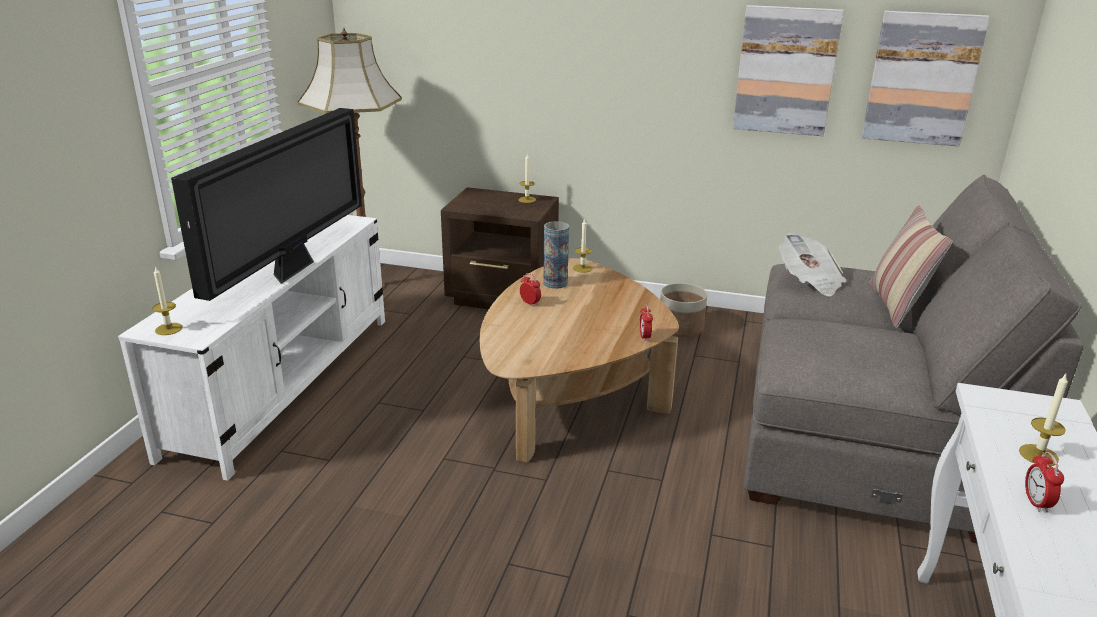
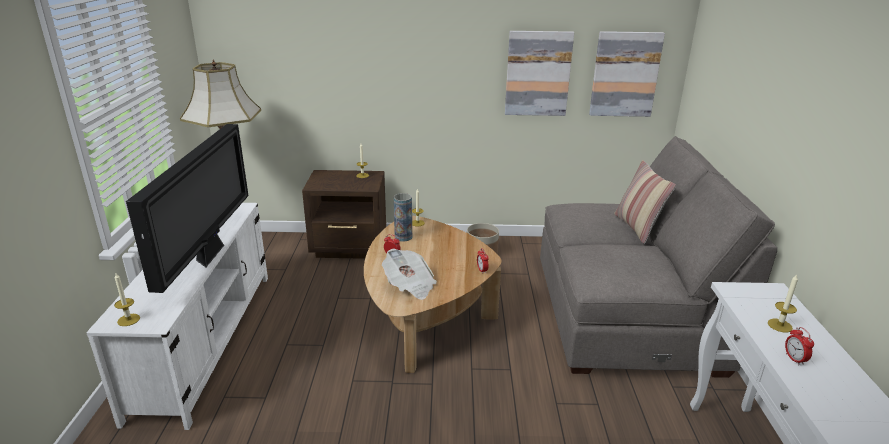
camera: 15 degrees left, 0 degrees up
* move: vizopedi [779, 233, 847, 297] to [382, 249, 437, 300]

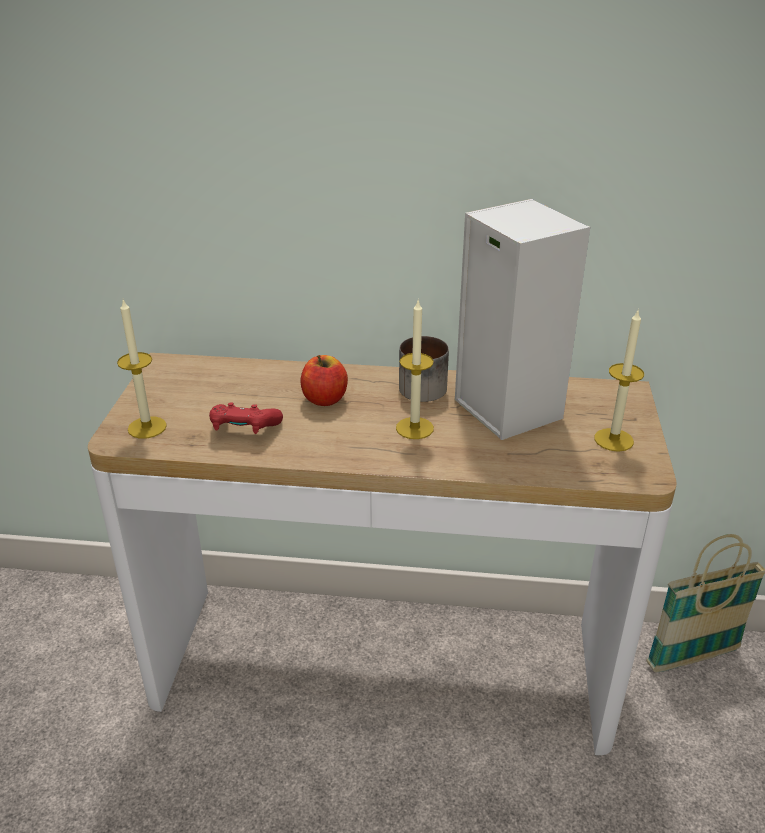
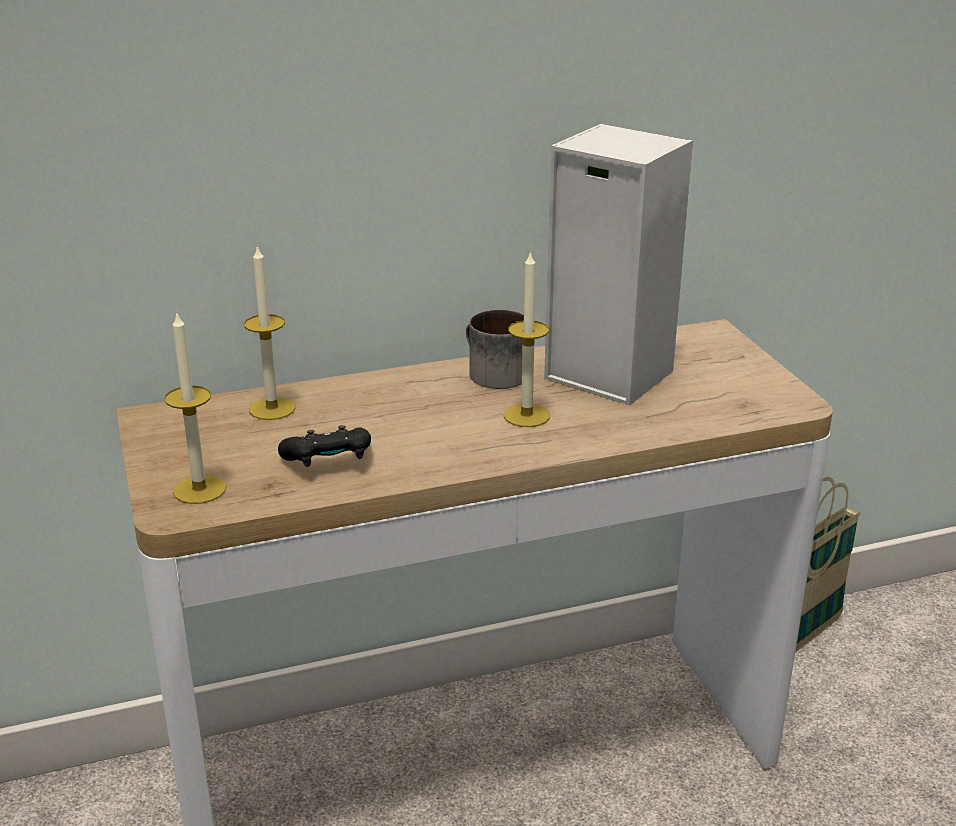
camera: 25 degrees left, 5 degrees down
* move: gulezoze [594, 311, 644, 452] to [244, 245, 296, 420]
* delete: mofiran [300, 355, 348, 406]
* recolor: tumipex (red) [209, 402, 283, 434] to tumipex (black) [278, 425, 371, 467]

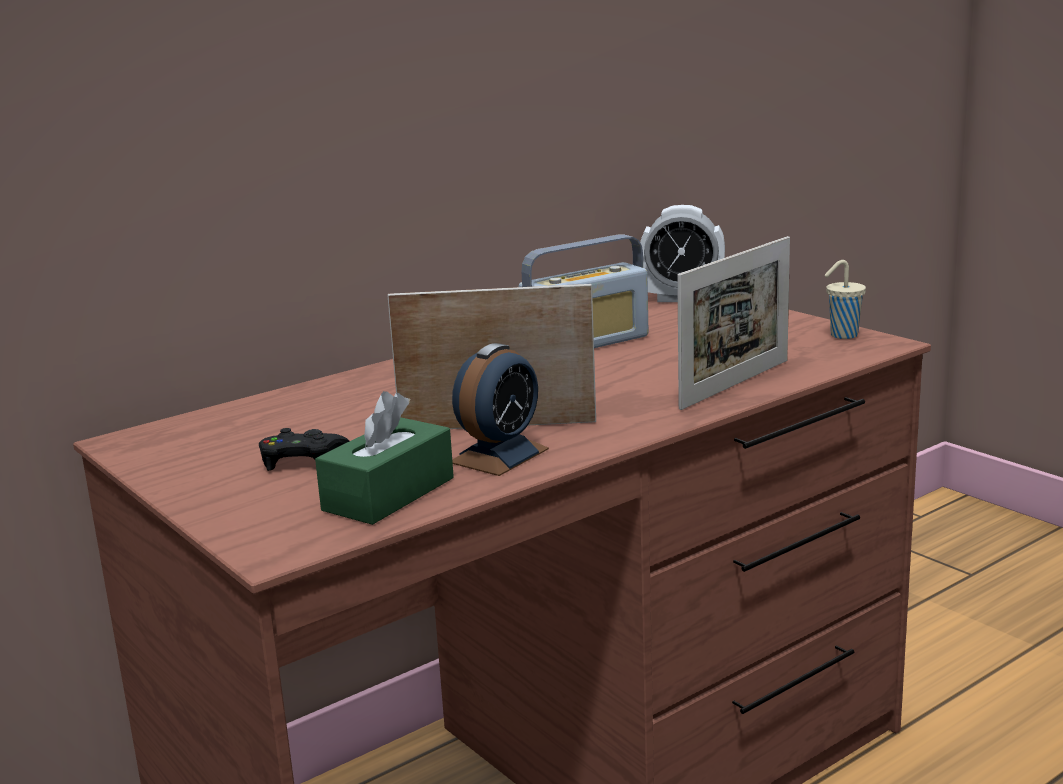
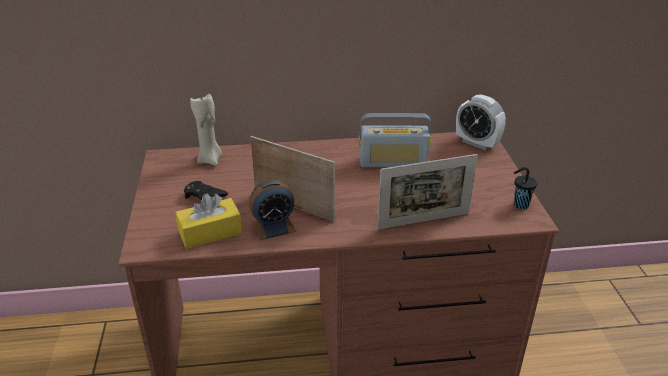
camera: 30 degrees right, 15 degrees up
* recolor: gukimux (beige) [824, 260, 866, 339] to gukimux (black) [514, 167, 537, 209]
* recolor: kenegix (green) [315, 391, 454, 525] to kenegix (yellow) [175, 193, 242, 249]
* insert: gulezoze (beige) [190, 94, 222, 166]

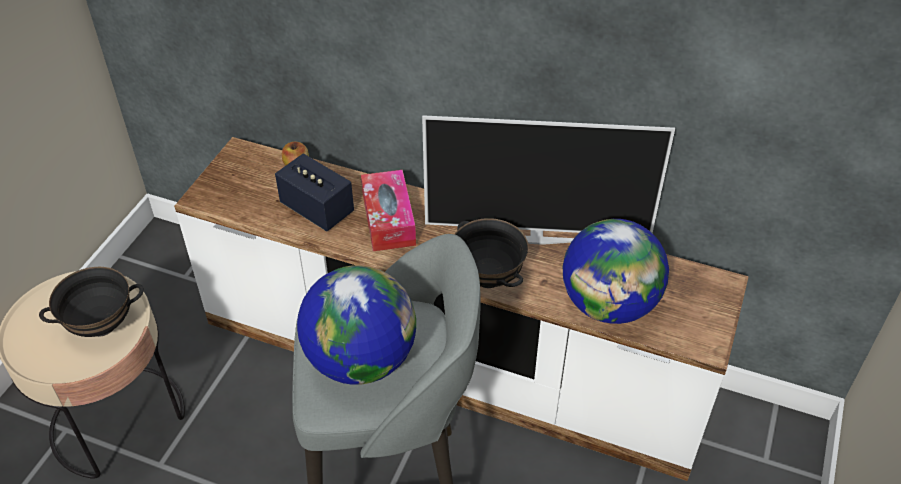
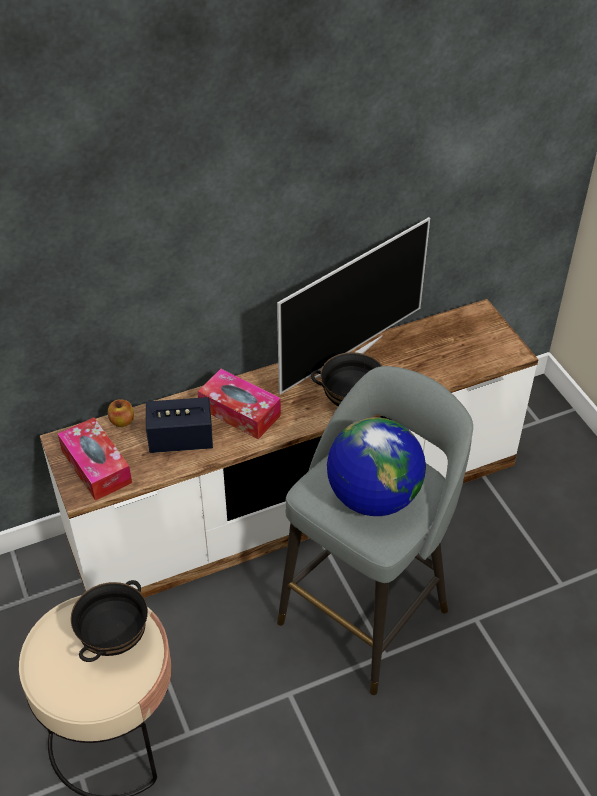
camera: 45 degrees left, 0 degrees up
* delete: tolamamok [563, 219, 669, 324]
* insert: kenegix [58, 417, 132, 501]

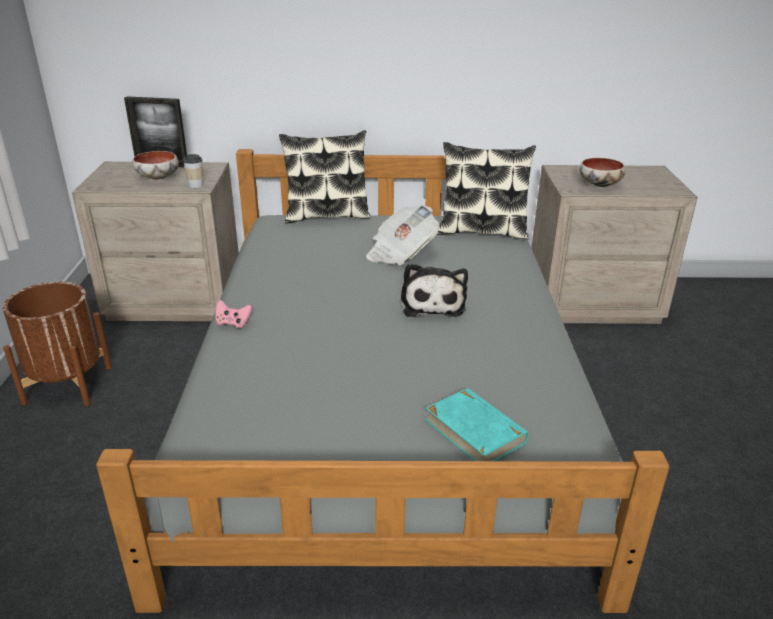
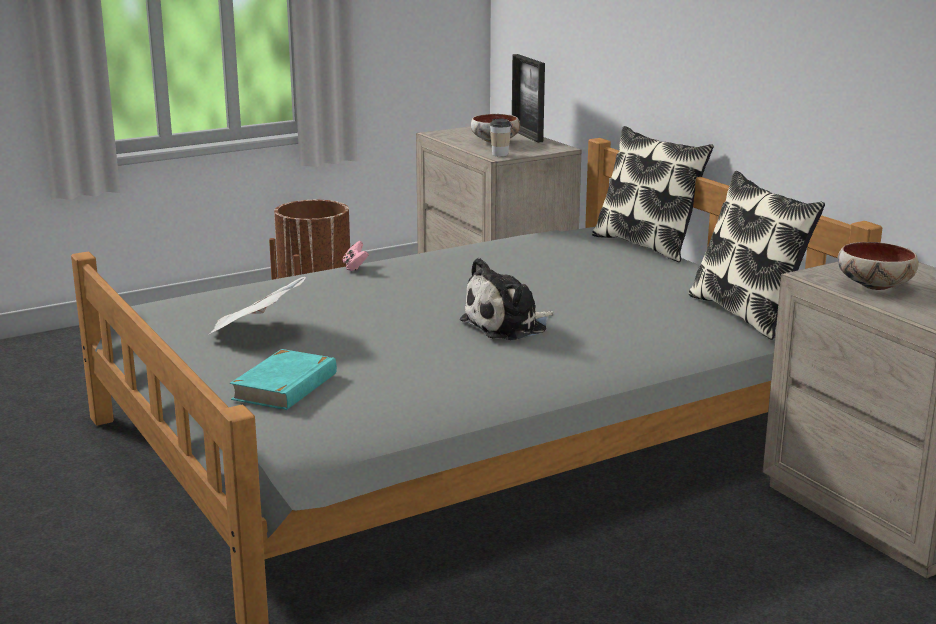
camera: 60 degrees right, 10 degrees down
* move: vizopedi [366, 205, 439, 265] to [211, 277, 306, 333]

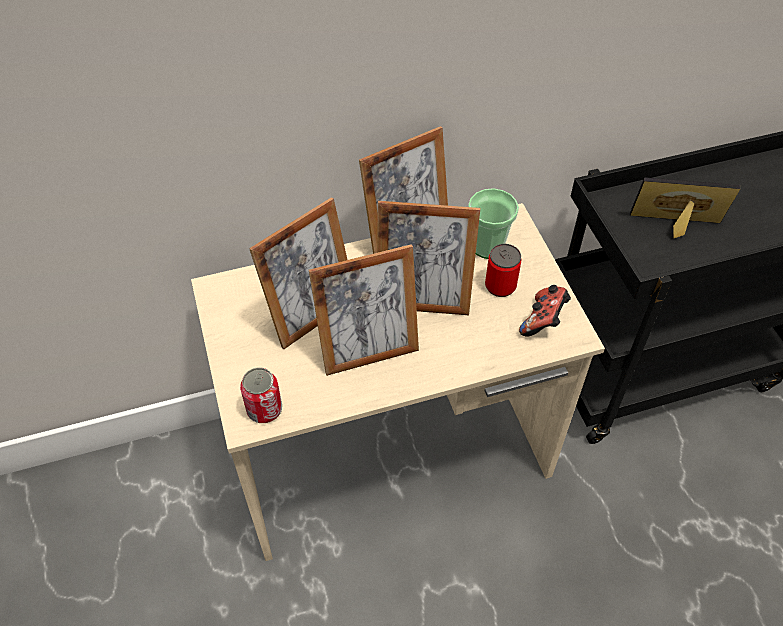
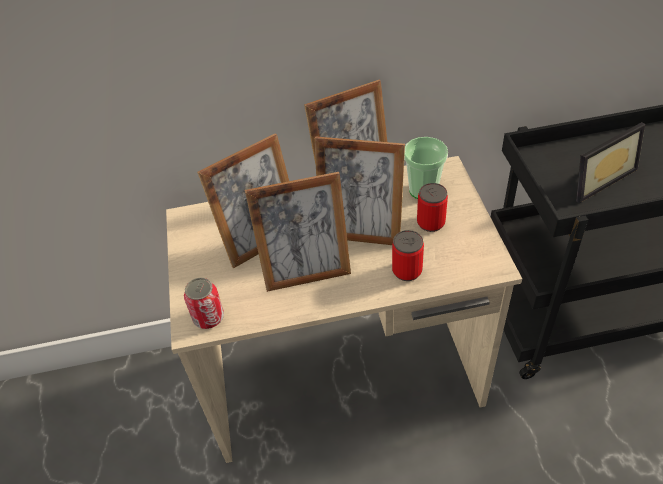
camera: 10 degrees right, 5 degrees down
* rotate: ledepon [630, 177, 740, 238] = [576, 122, 645, 203] 135 degrees clockwise
* delete: tumipex [519, 285, 571, 337]
* insert: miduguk [392, 230, 424, 281]

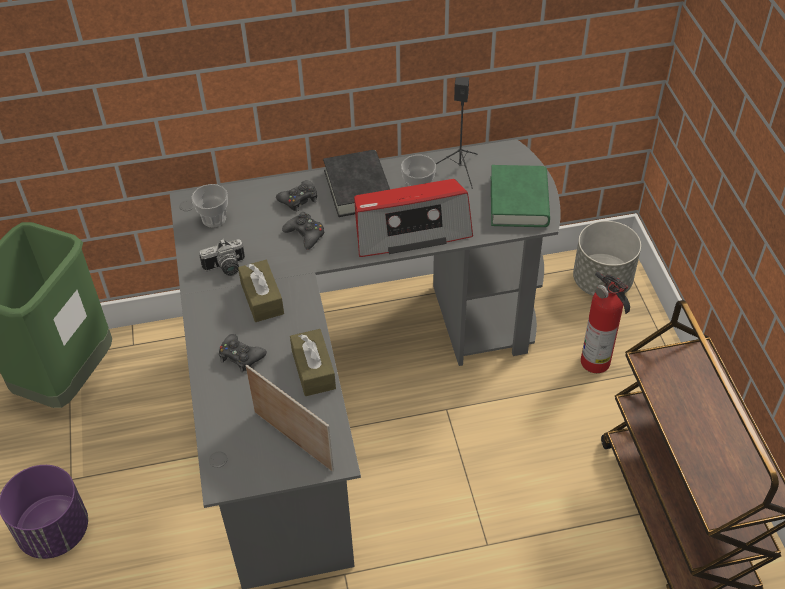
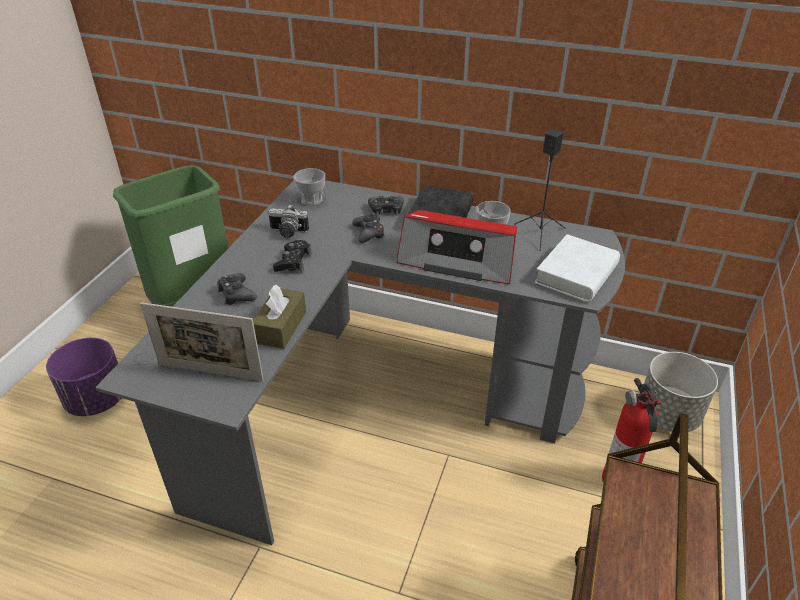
camera: 30 degrees right, 10 degrees down
* recolor: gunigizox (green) [491, 165, 550, 227] to gunigizox (white) [535, 234, 620, 302]
* replace: kenegix (brown) [238, 260, 284, 322] to tumipex (black) [273, 240, 312, 272]
* rotate: ledepon [246, 365, 334, 472] = [140, 302, 264, 381] 120 degrees clockwise

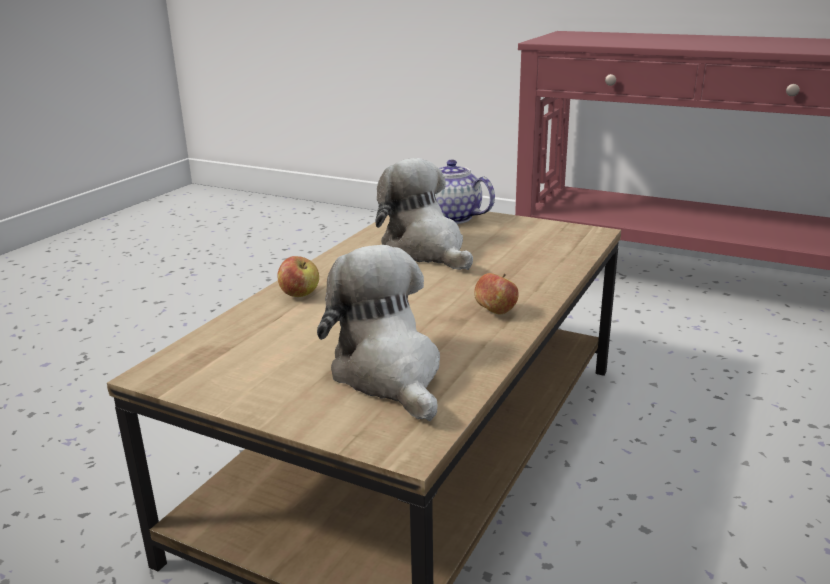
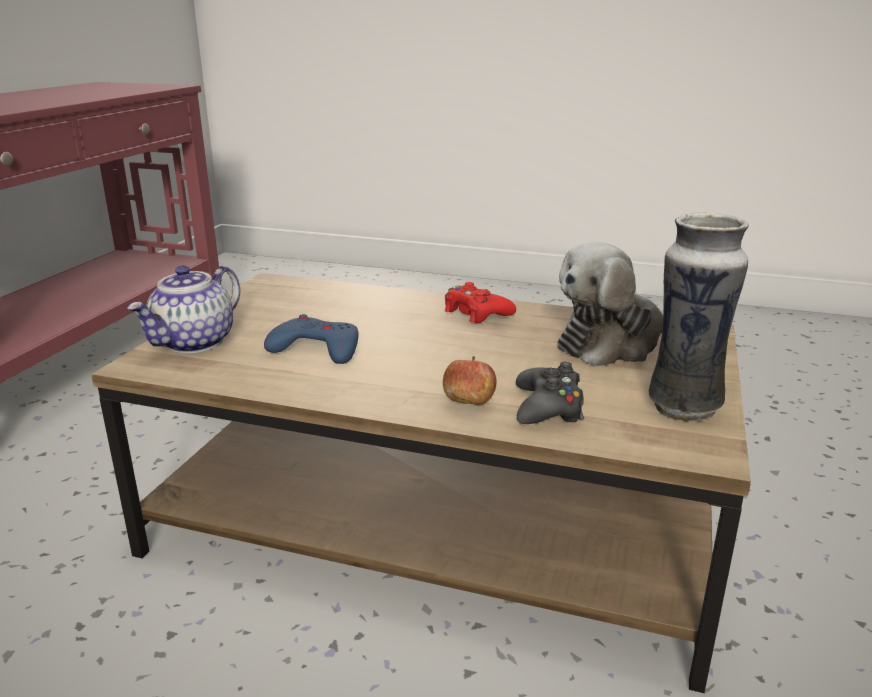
camera: 100 degrees left, 0 degrees up
* replace: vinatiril [375, 158, 473, 270] to tumipex (blue) [264, 314, 359, 364]
* replace: mofiran [474, 273, 519, 314] to tumipex (red) [445, 282, 516, 324]
* insert: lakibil [649, 212, 749, 422]
* insert: tumipex (black) [516, 362, 584, 424]

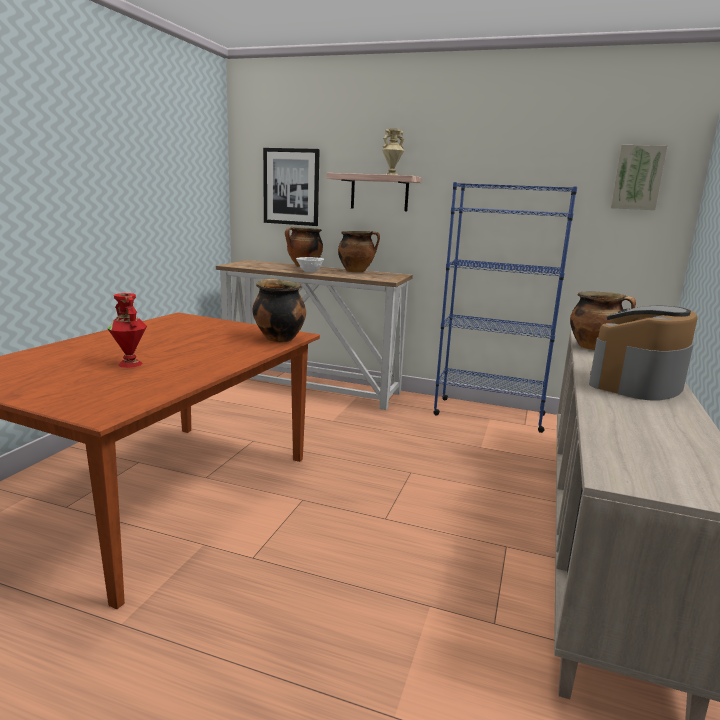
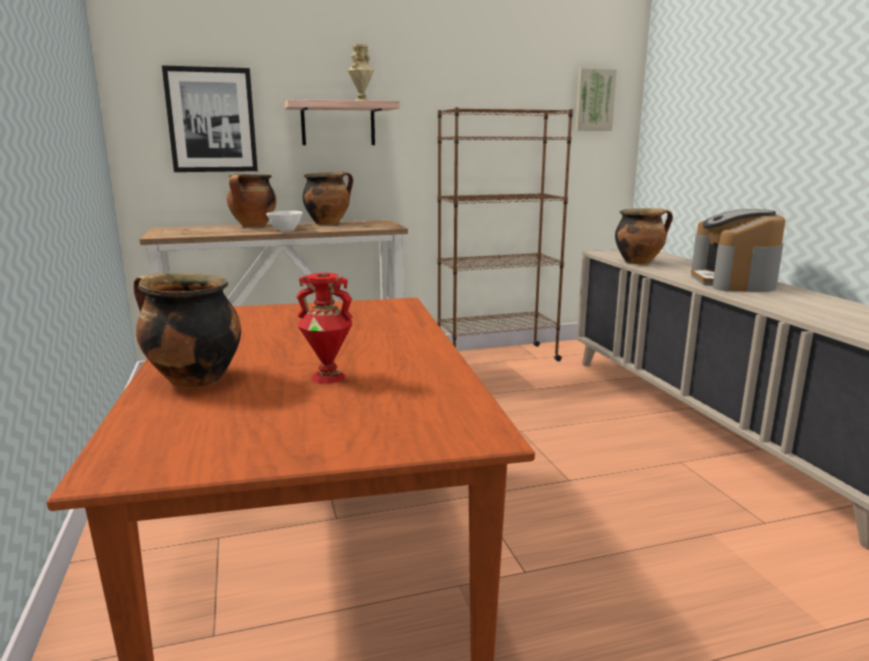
camera: 35 degrees left, 0 degrees up
* recolor: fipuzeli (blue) [433, 182, 577, 433] to fipuzeli (brown) [437, 107, 573, 361]
* move: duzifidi [253, 278, 306, 343] to [134, 273, 241, 388]

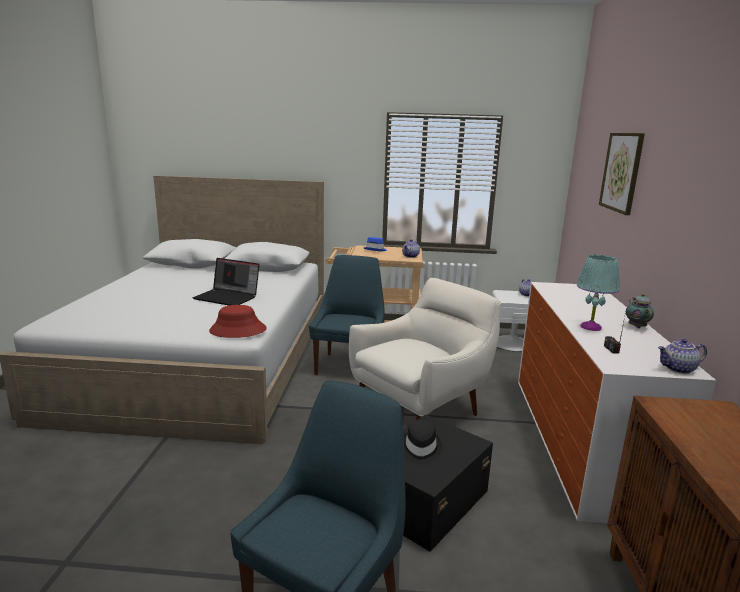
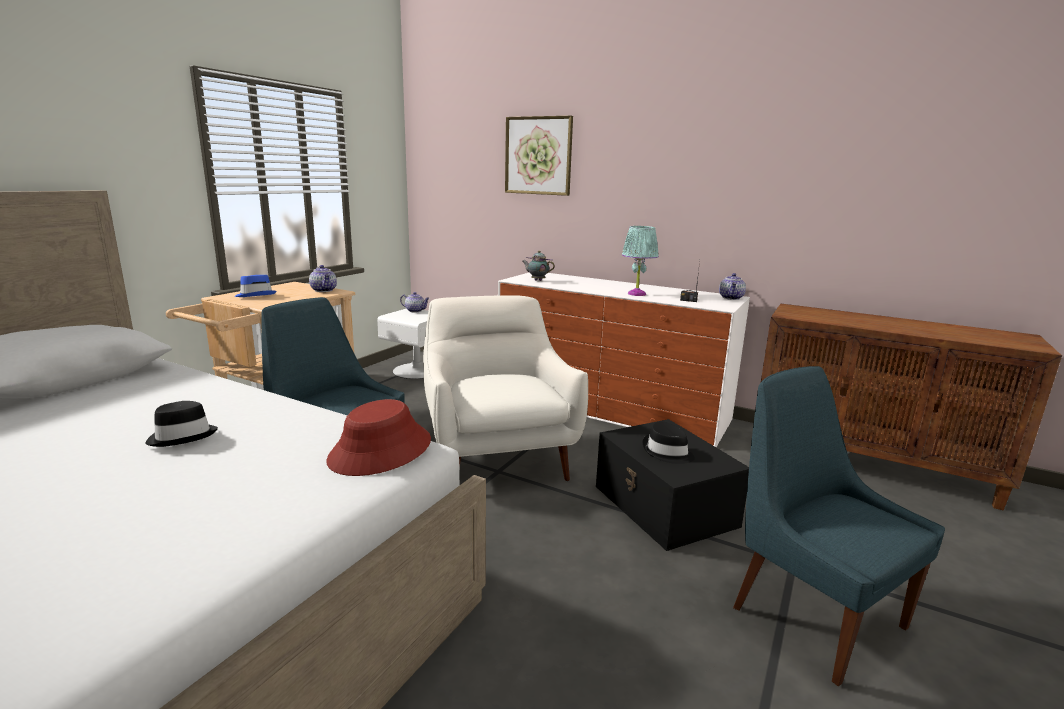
camera: 65 degrees left, 0 degrees up
* replace: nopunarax [193, 258, 260, 305] to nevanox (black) [146, 401, 218, 447]
* move: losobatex [626, 293, 654, 328] to [522, 251, 555, 281]

